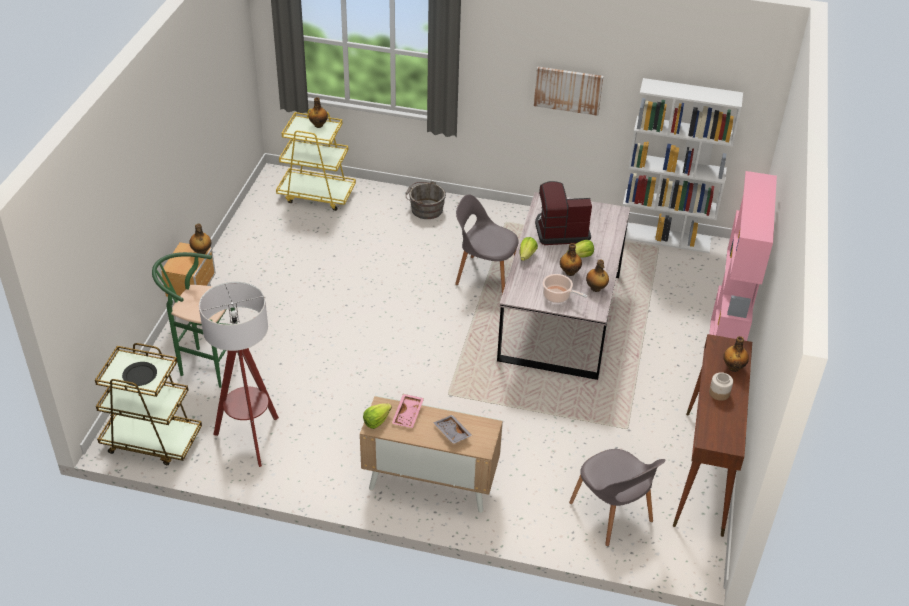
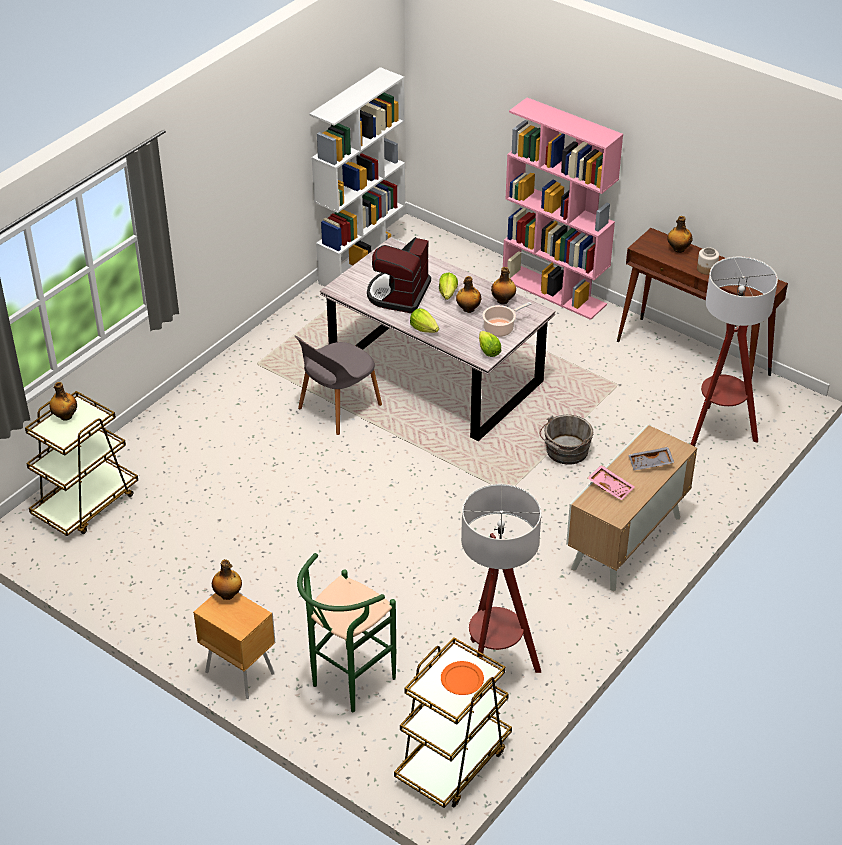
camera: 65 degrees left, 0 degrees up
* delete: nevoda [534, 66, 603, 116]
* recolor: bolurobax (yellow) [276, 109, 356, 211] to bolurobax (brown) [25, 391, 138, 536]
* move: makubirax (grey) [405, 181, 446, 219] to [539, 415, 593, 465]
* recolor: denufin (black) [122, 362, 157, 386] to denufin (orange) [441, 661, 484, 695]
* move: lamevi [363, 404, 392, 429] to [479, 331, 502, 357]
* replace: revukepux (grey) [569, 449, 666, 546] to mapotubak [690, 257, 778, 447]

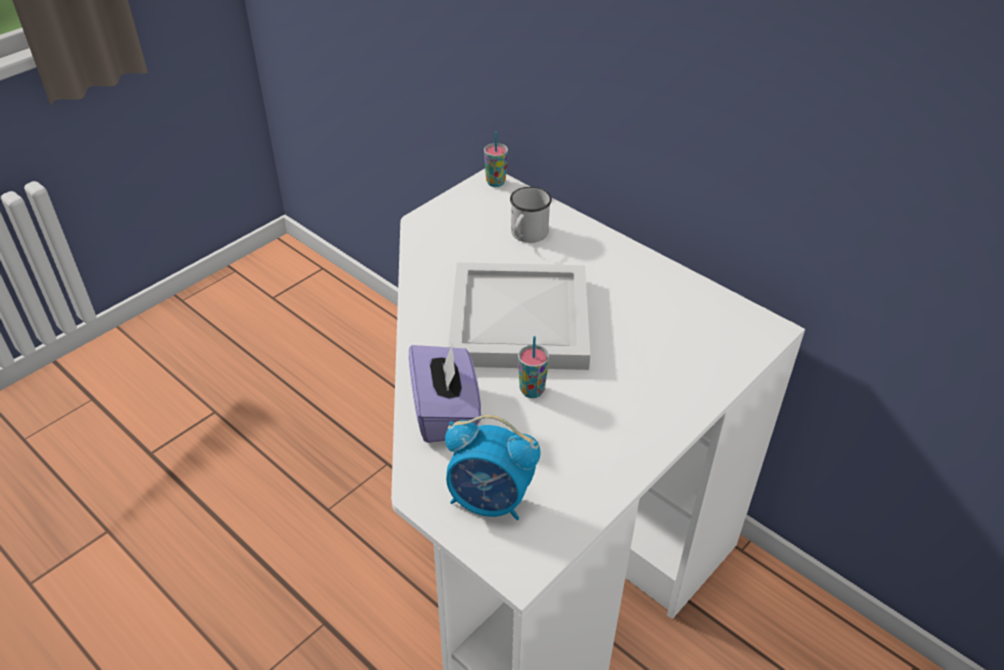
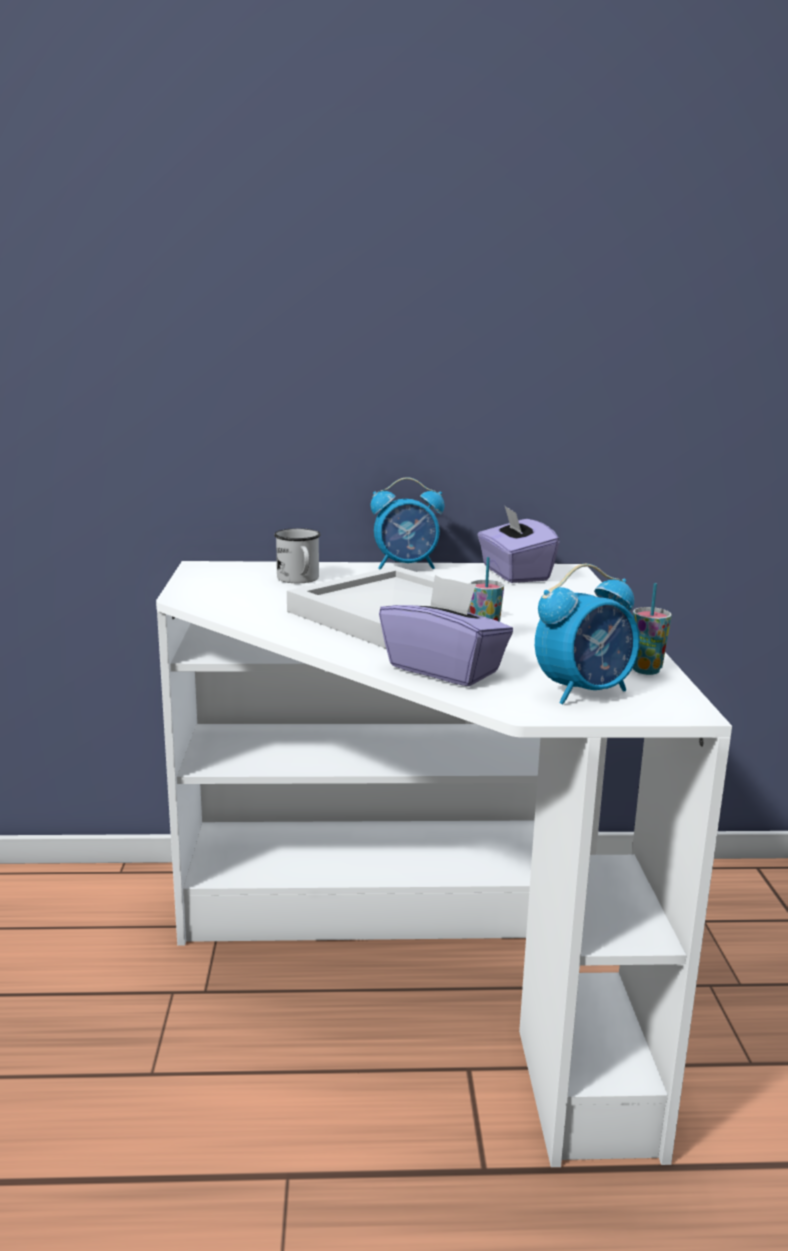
camera: 45 degrees left, 25 degrees down
* move: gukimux [484, 132, 508, 187] to [633, 583, 672, 675]
* insert: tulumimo [371, 477, 445, 570]
* insert: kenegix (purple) [478, 505, 560, 583]

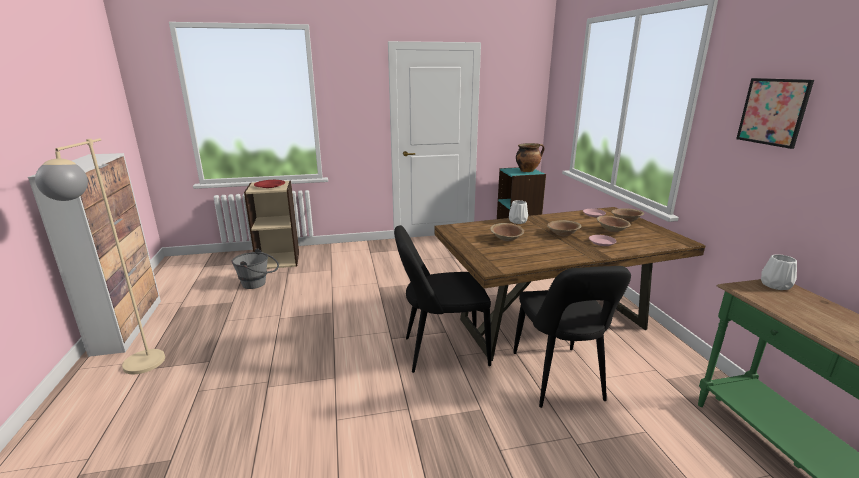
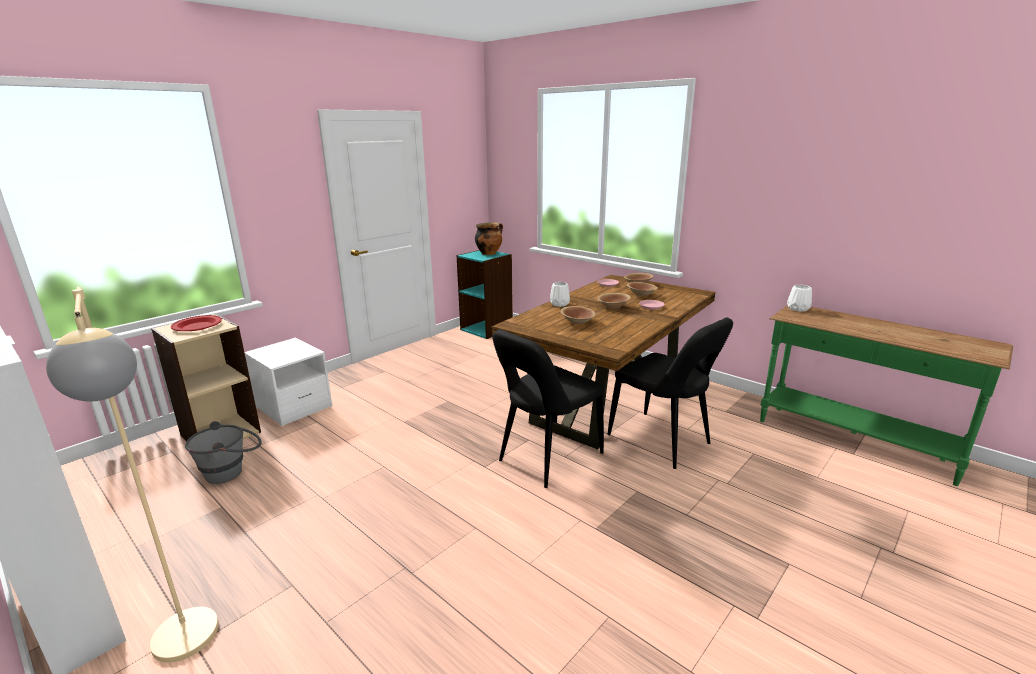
camera: 35 degrees left, 0 degrees up
* delete: nevoda [736, 78, 814, 149]
* insert: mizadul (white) [244, 338, 332, 426]

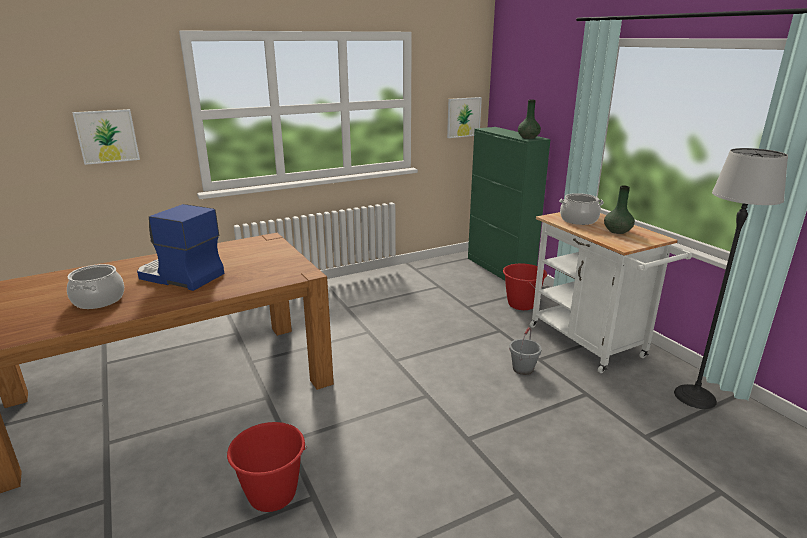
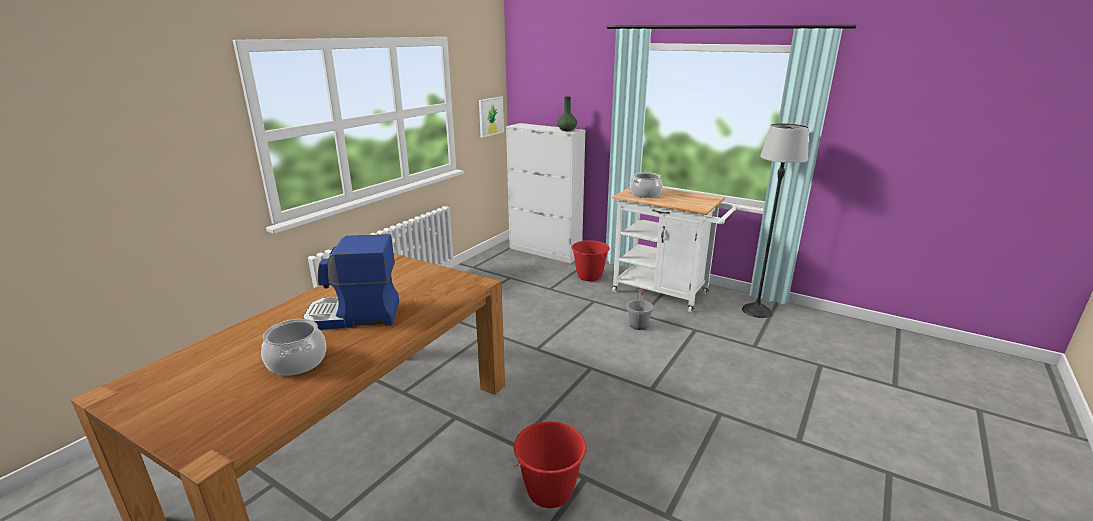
camera: 30 degrees left, 0 degrees up
* delete: nevoda [72, 109, 140, 165]
* recolor: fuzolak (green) [468, 127, 551, 280] to fuzolak (white) [506, 123, 585, 263]
* delete: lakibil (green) [604, 186, 635, 234]

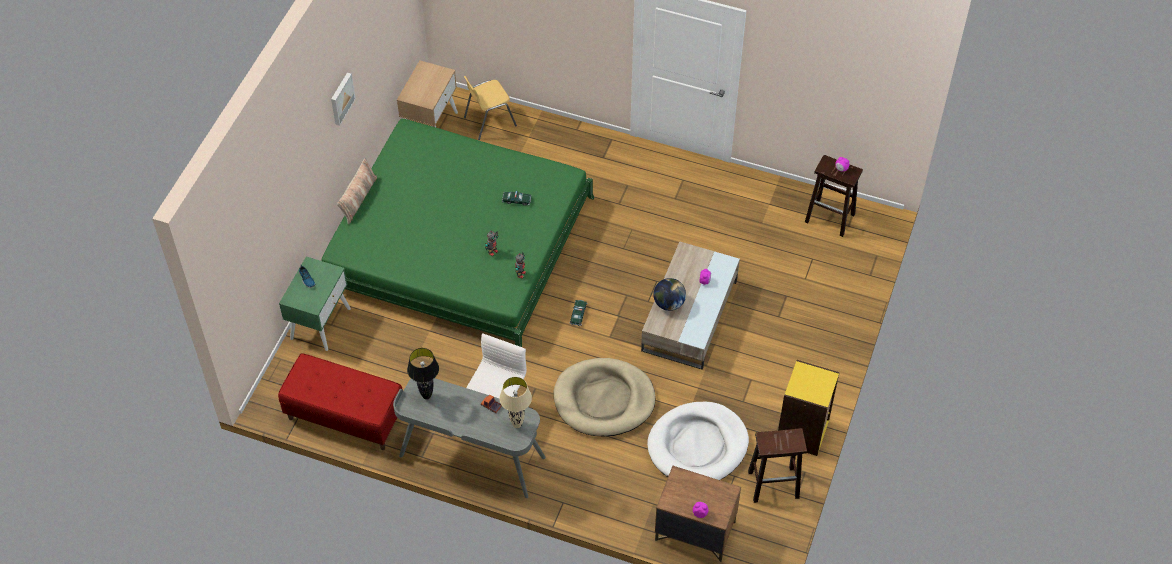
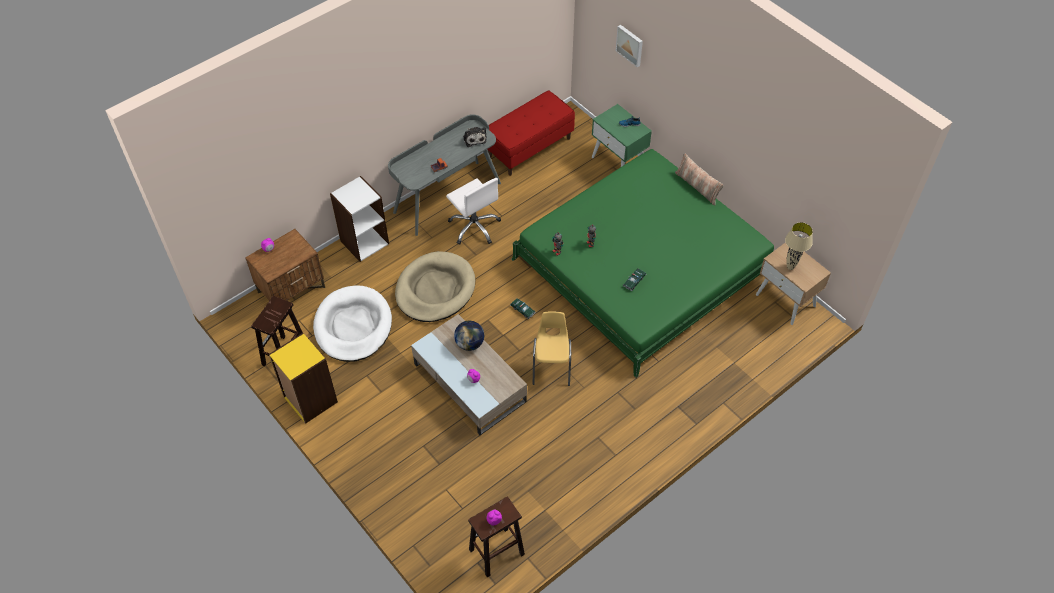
camera: 120 degrees right, 0 degrees up
* move: nevoda [331, 72, 356, 126] to [616, 25, 643, 67]
* move: revukepux (yellow) [464, 76, 517, 140] to [533, 311, 571, 386]
* replace: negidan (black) [407, 348, 439, 400] to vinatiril [463, 127, 487, 147]
* move: negidan (beige) [500, 377, 532, 428] to [785, 222, 813, 270]
* insert: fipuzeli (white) [330, 176, 389, 262]

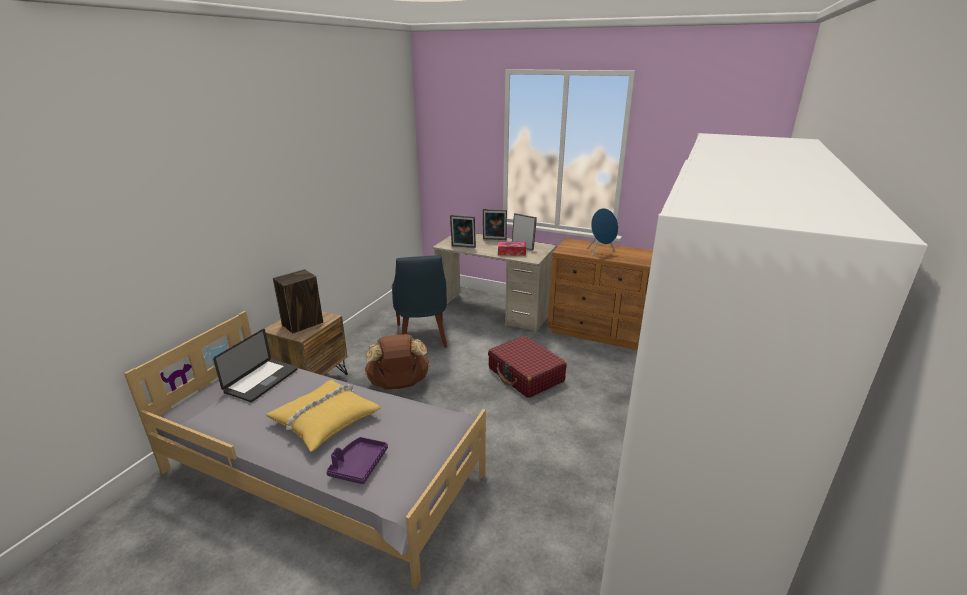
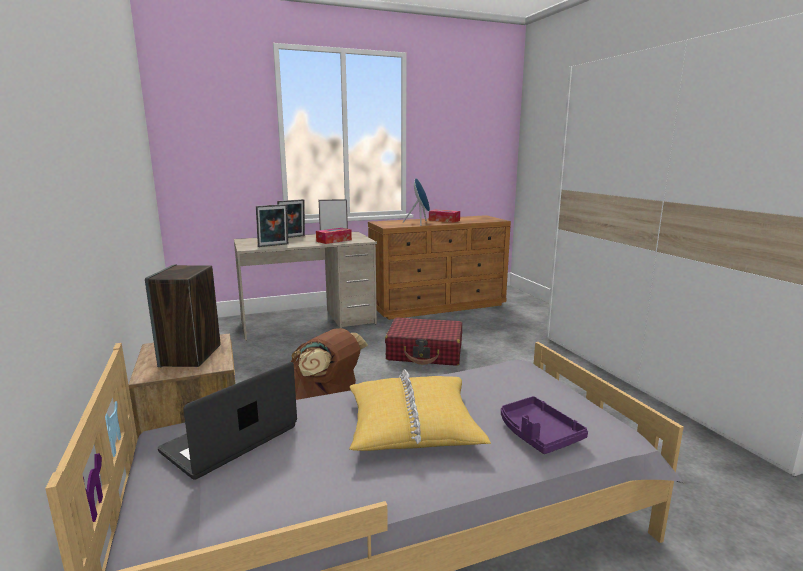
camera: 45 degrees left, 10 degrees down
* delete: revukepux (blue) [392, 255, 447, 348]
* rotate: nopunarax [213, 329, 298, 402] = [158, 362, 297, 480] 120 degrees counterclockwise
* insert: kenegix [429, 210, 460, 223]

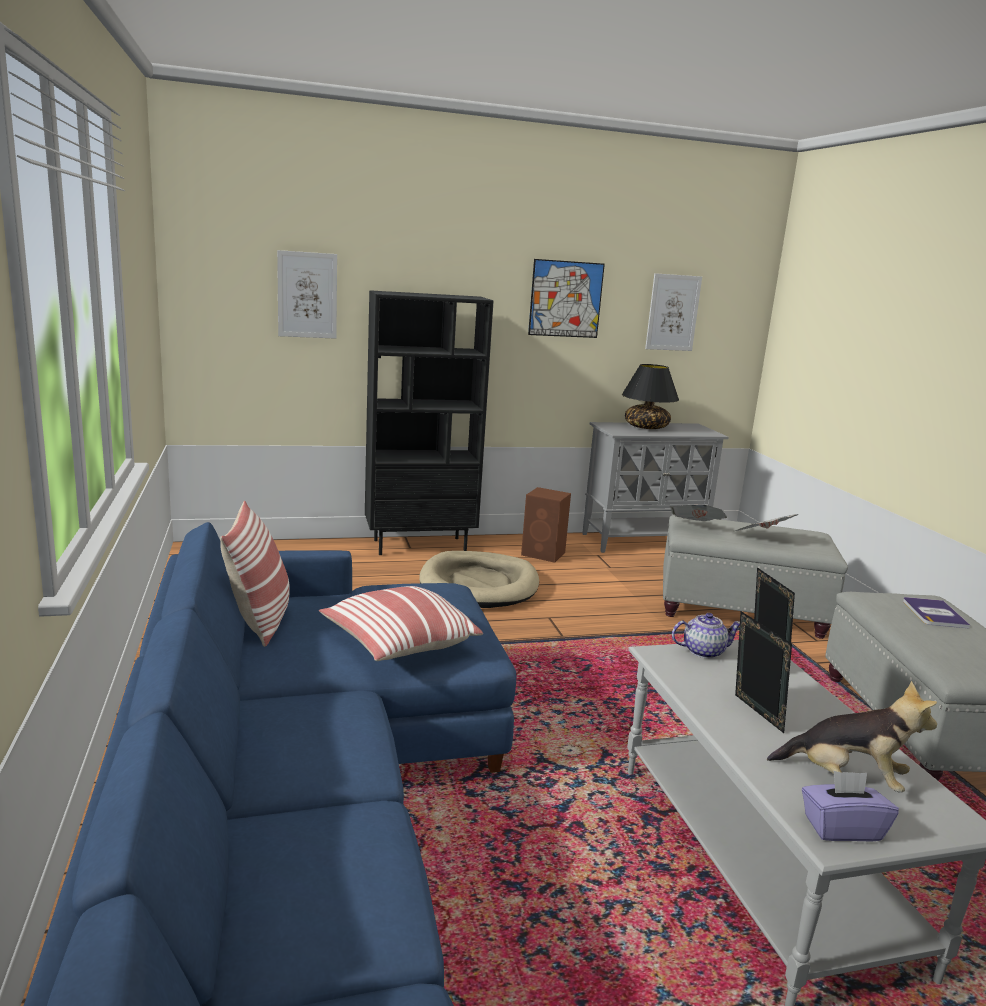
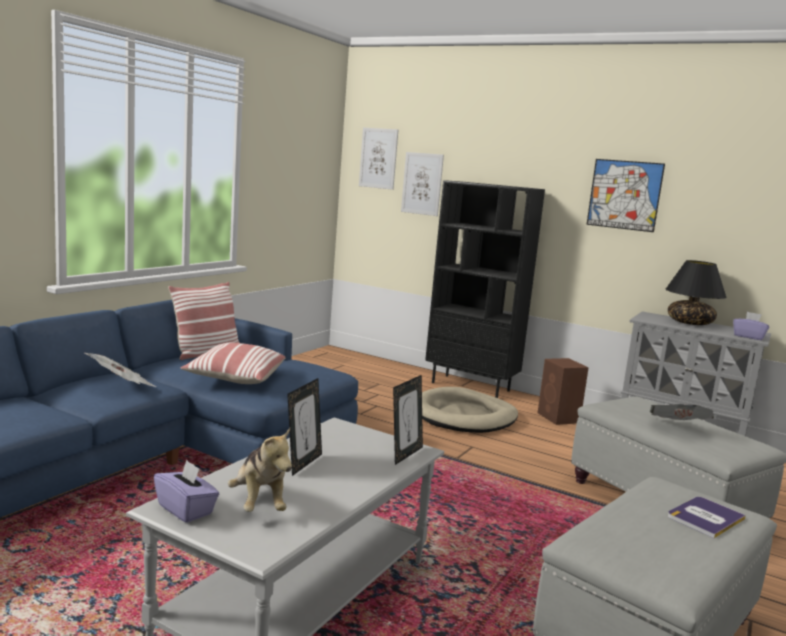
camera: 45 degrees right, 5 degrees down
* move: nevoda [645, 273, 702, 351] to [359, 128, 398, 190]
* move: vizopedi [670, 505, 727, 521] to [85, 353, 157, 387]
* delete: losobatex [672, 613, 740, 659]
* insert: kenegix (purple) [733, 312, 770, 340]

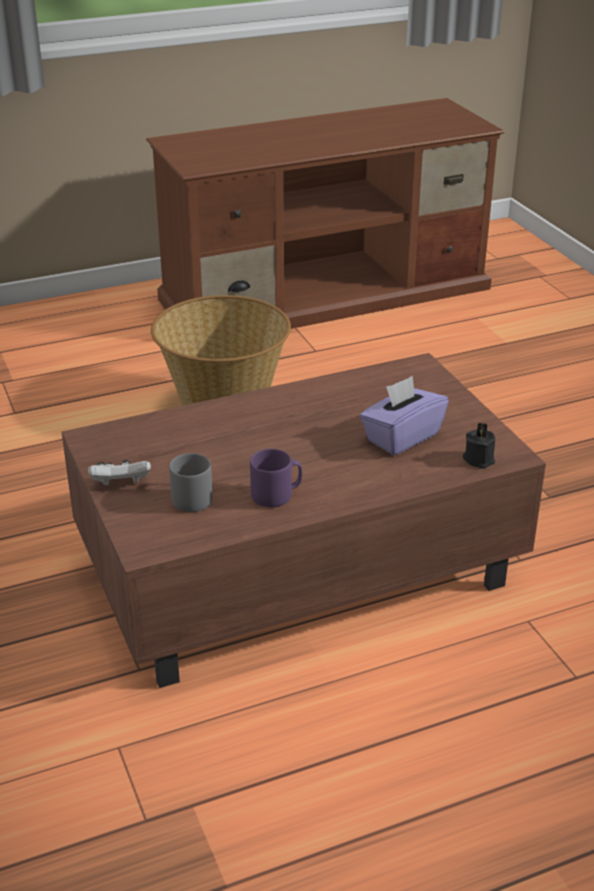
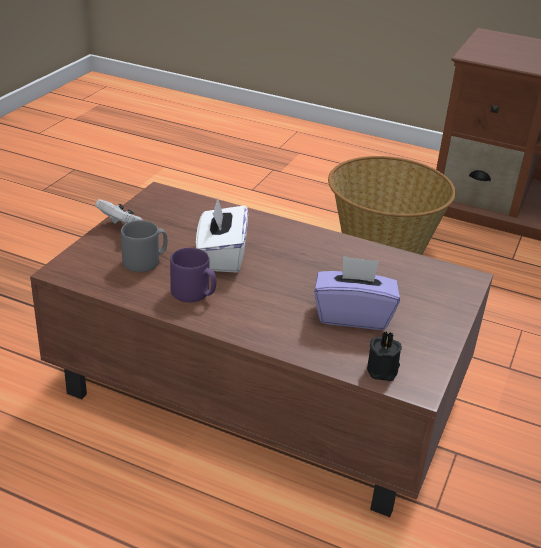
camera: 45 degrees right, 0 degrees up
* insert: kenegix (white) [196, 198, 248, 273]

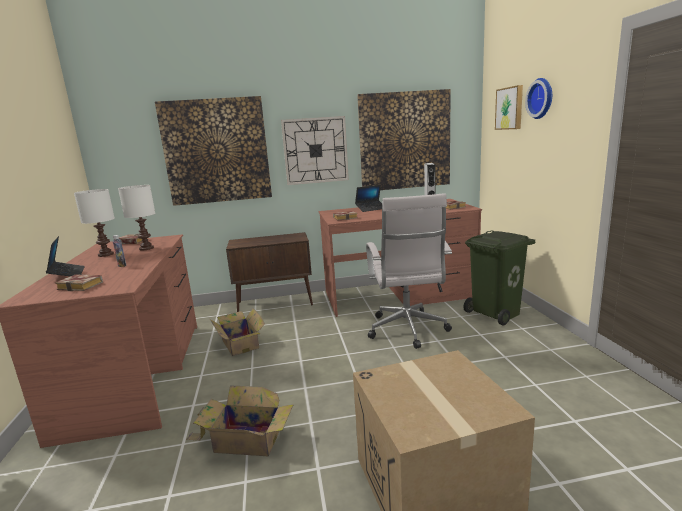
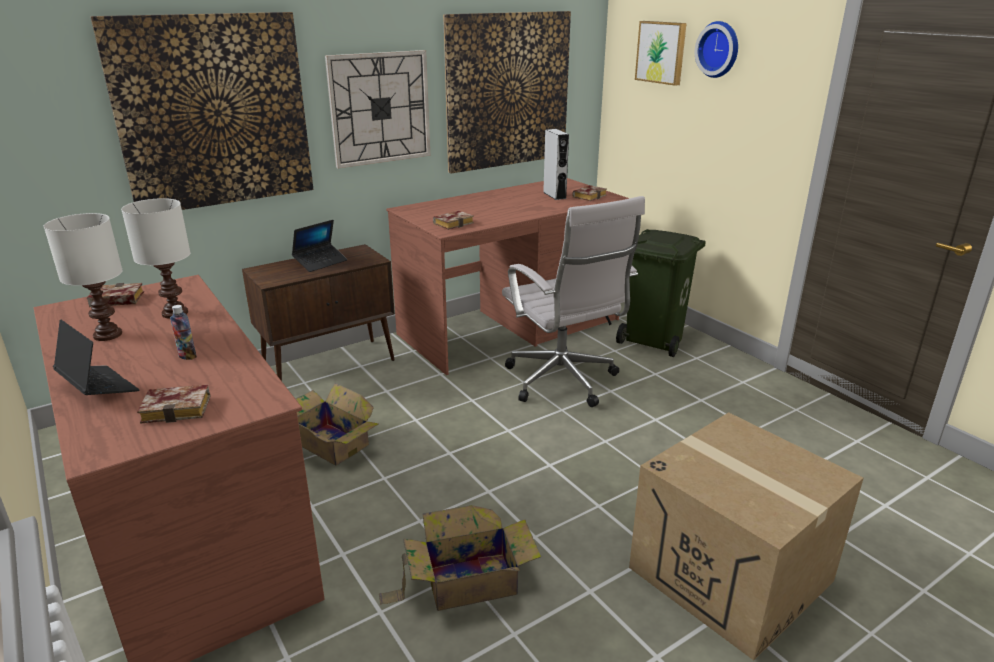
camera: 25 degrees left, 10 degrees up
* move: nopunarax [355, 185, 382, 212] to [292, 220, 347, 272]

